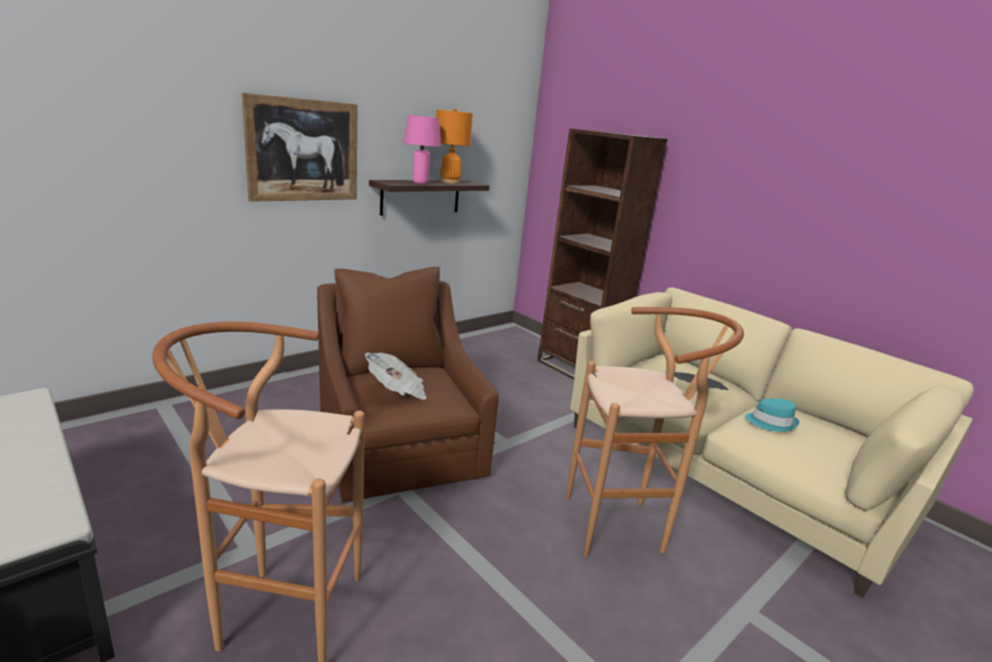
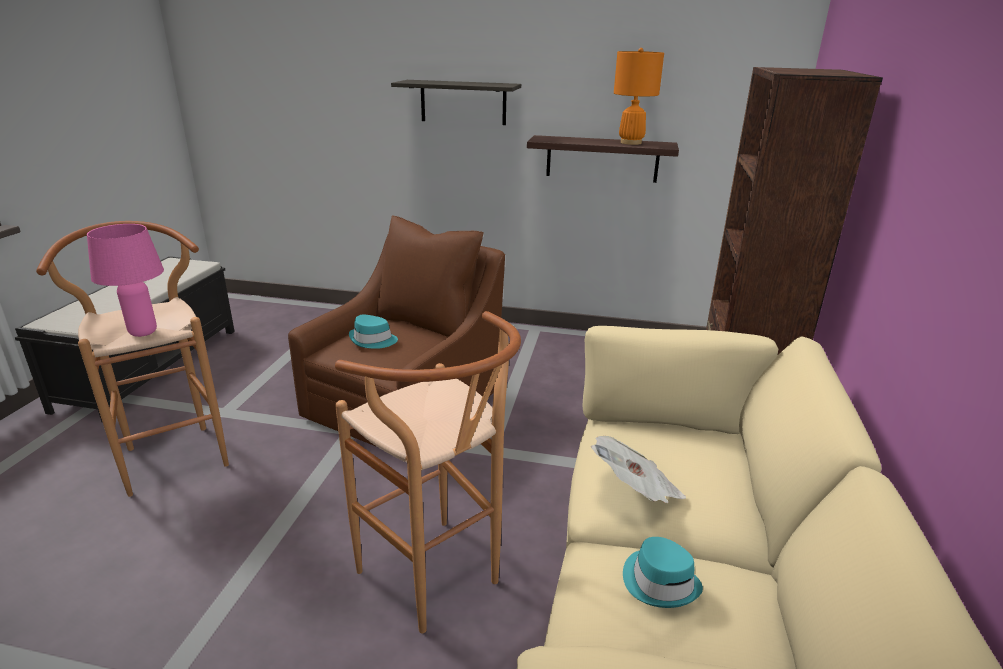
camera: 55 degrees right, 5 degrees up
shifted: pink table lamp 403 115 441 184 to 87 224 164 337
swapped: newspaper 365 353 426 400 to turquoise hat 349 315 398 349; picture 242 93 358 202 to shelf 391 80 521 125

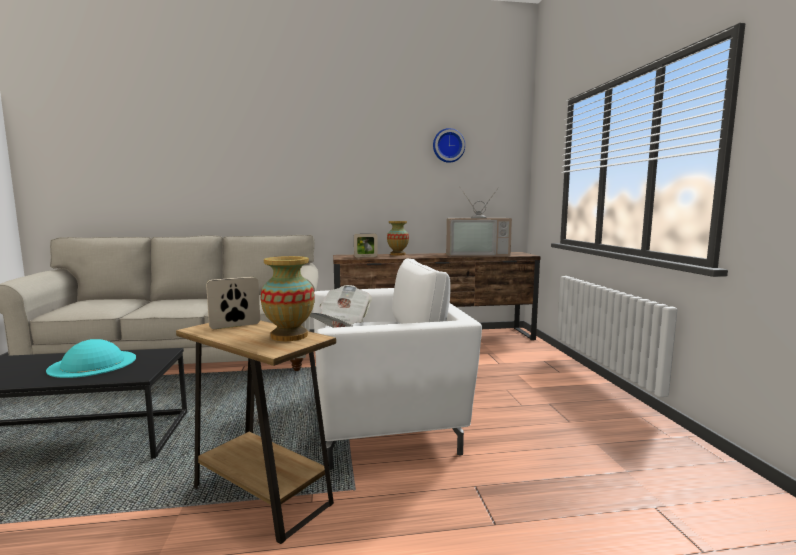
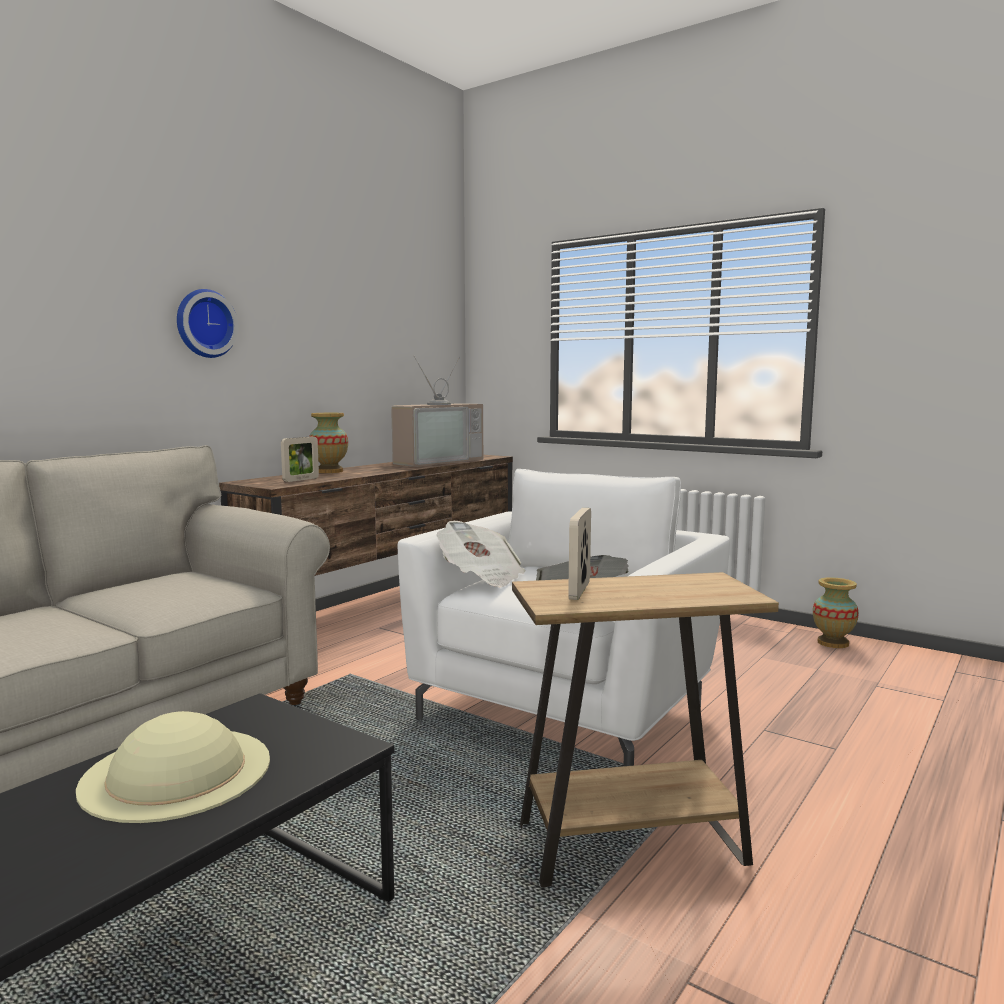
camera: 45 degrees left, 0 degrees up
shifted: wall clock 433 128 465 163 to 177 289 238 358; vase 261 256 315 341 to 813 577 859 648
repainted: turquoise hat 46 339 136 378 to beige hat 76 711 270 823

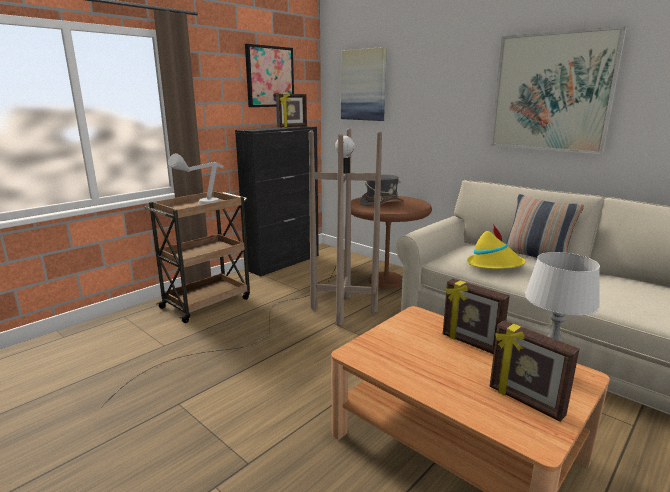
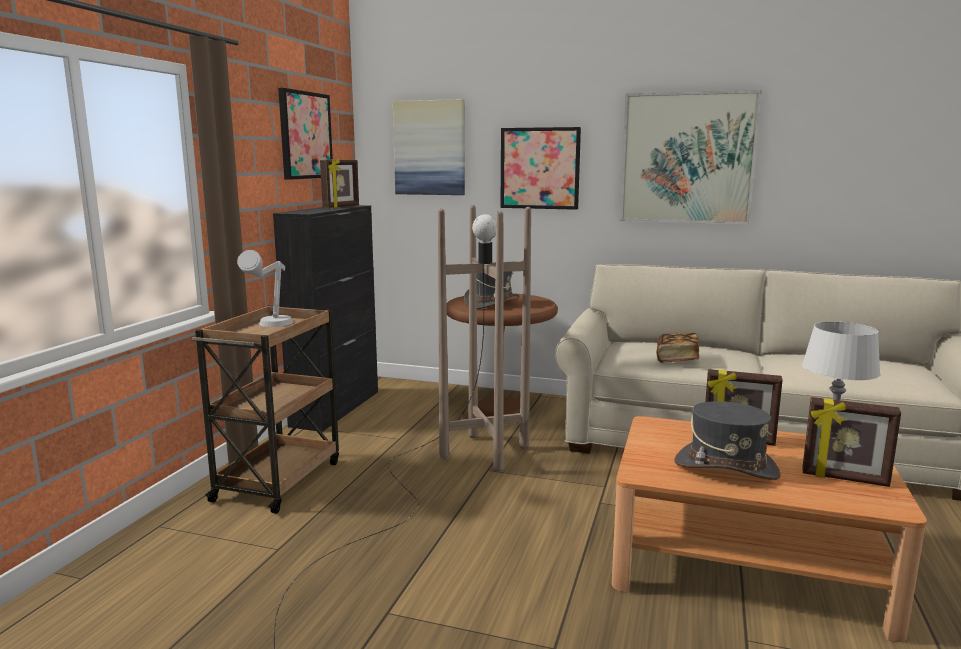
camera: 25 degrees left, 5 degrees down
gone: pillow 505 194 584 258
new: picture 500 127 581 210; grey hat 674 401 781 480
swapped: yellow hat 467 224 526 269 to book 656 333 699 363

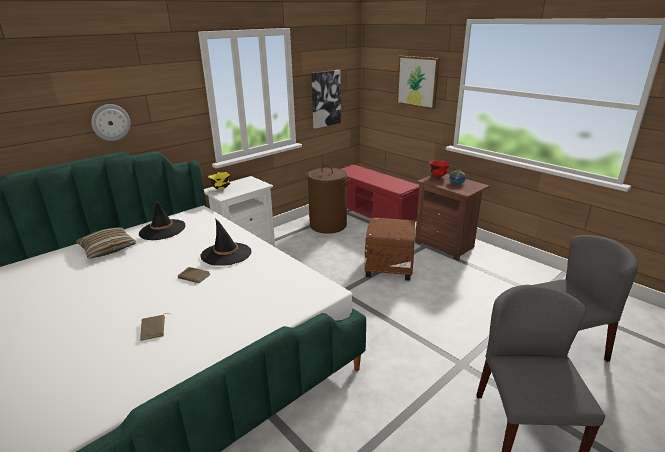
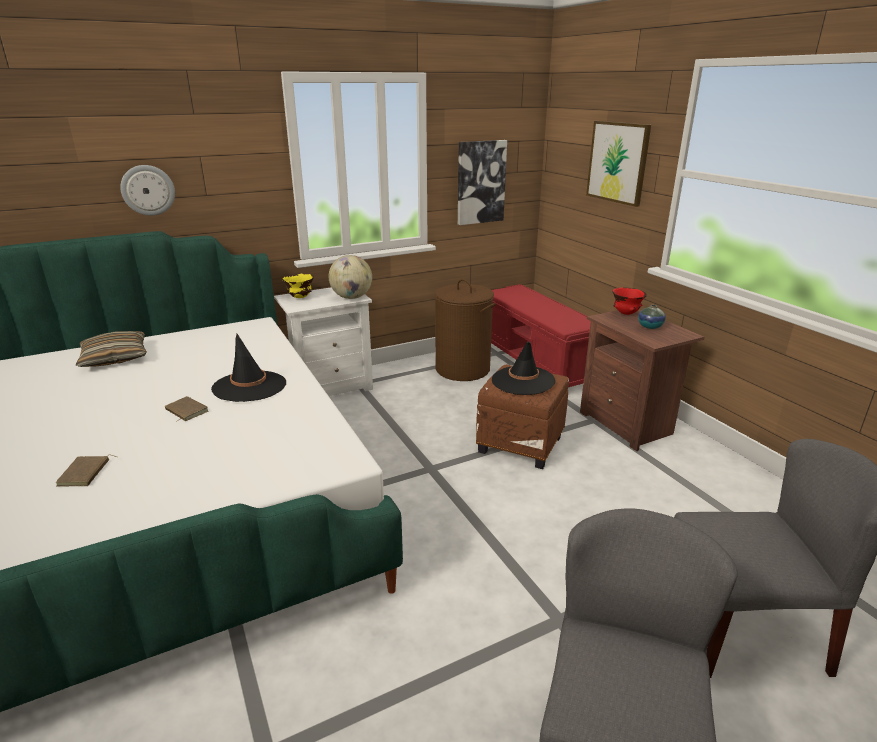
camera: 15 degrees right, 0 degrees up
new: globe 329 255 372 299
shifted: black hat 139 202 185 240 to 492 342 555 395

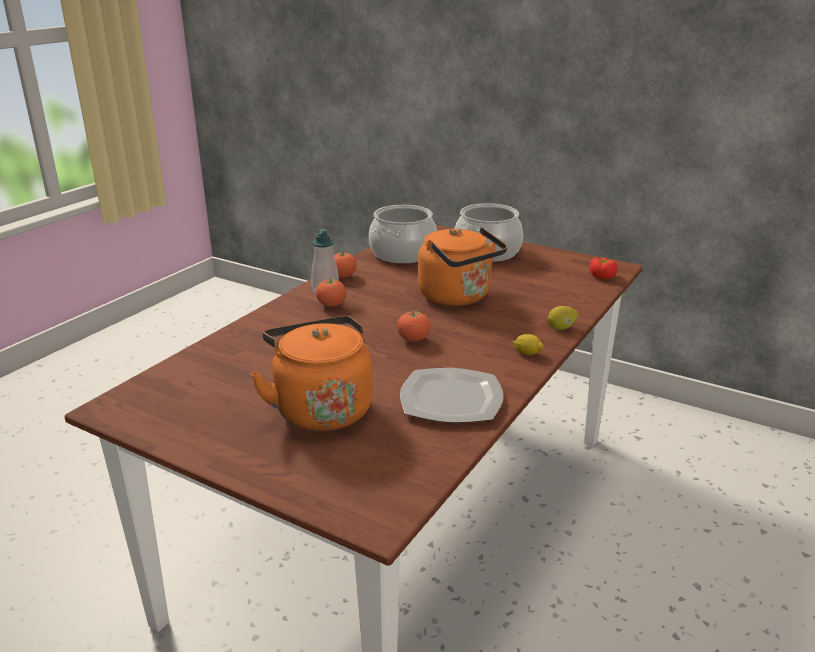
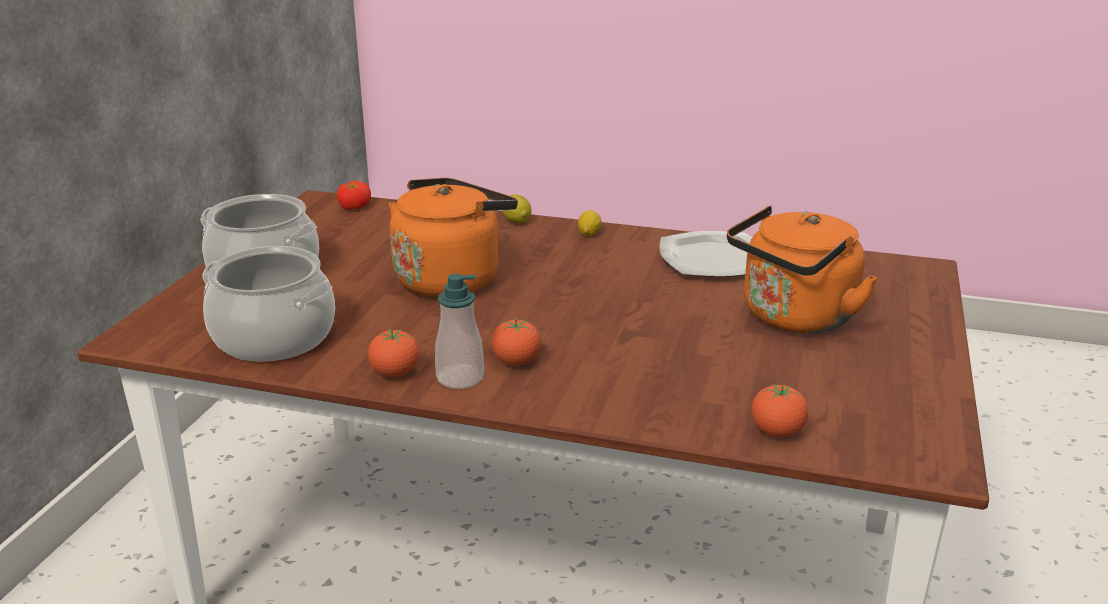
camera: 105 degrees left, 0 degrees up
shifted: tomato 397 311 430 342 to 751 384 808 437

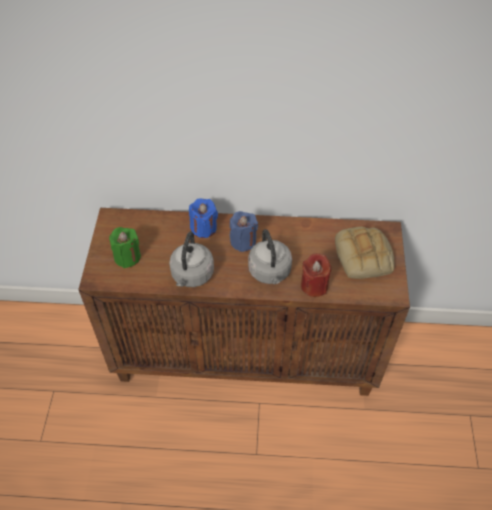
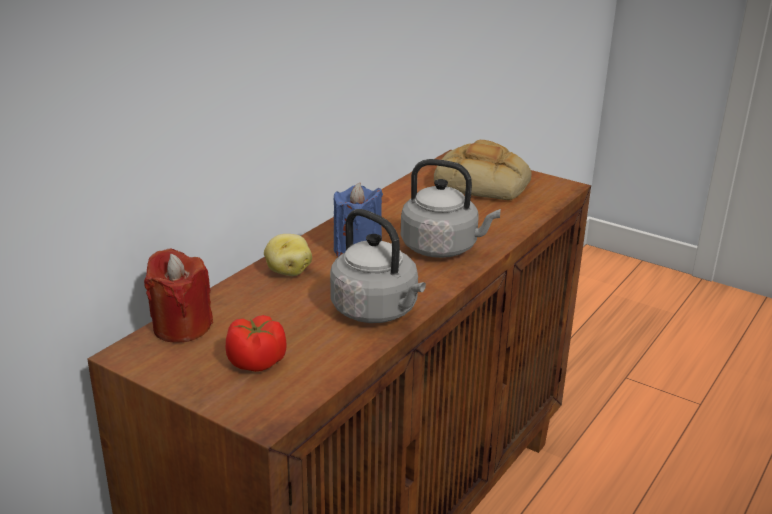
camera: 60 degrees left, 25 degrees down
shifted: red candle 301 253 331 297 to 144 248 213 343
swapped: green candle 109 227 141 268 to tomato 226 315 287 372; blue candle 189 198 218 238 to potato 264 234 312 276

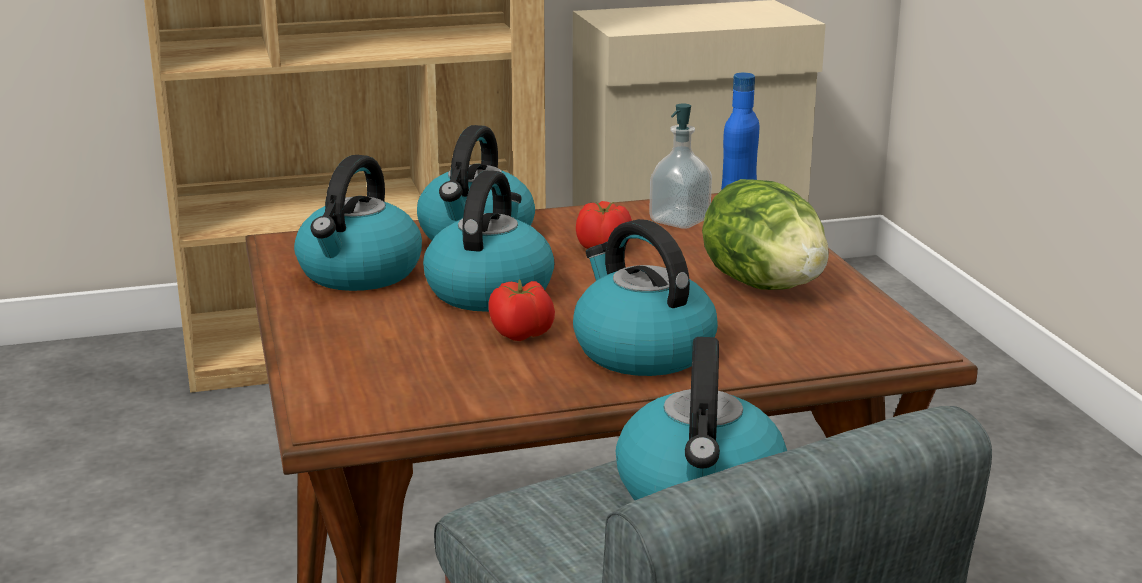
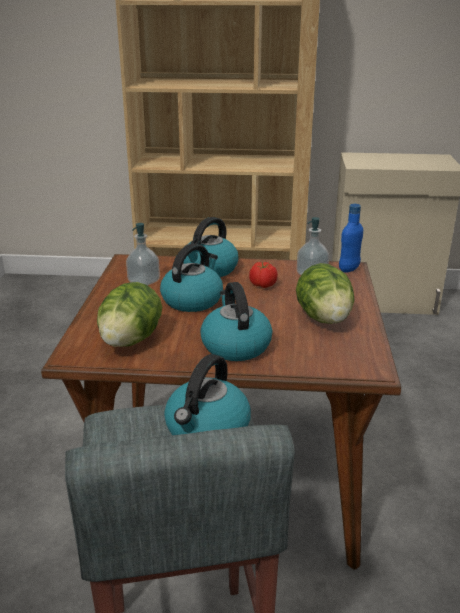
camera: 20 degrees right, 5 degrees up
gone: tomato 488 279 555 341
new: lettuce 97 282 162 347
swapped: kettle 294 155 422 291 to soap dispenser 126 223 160 285

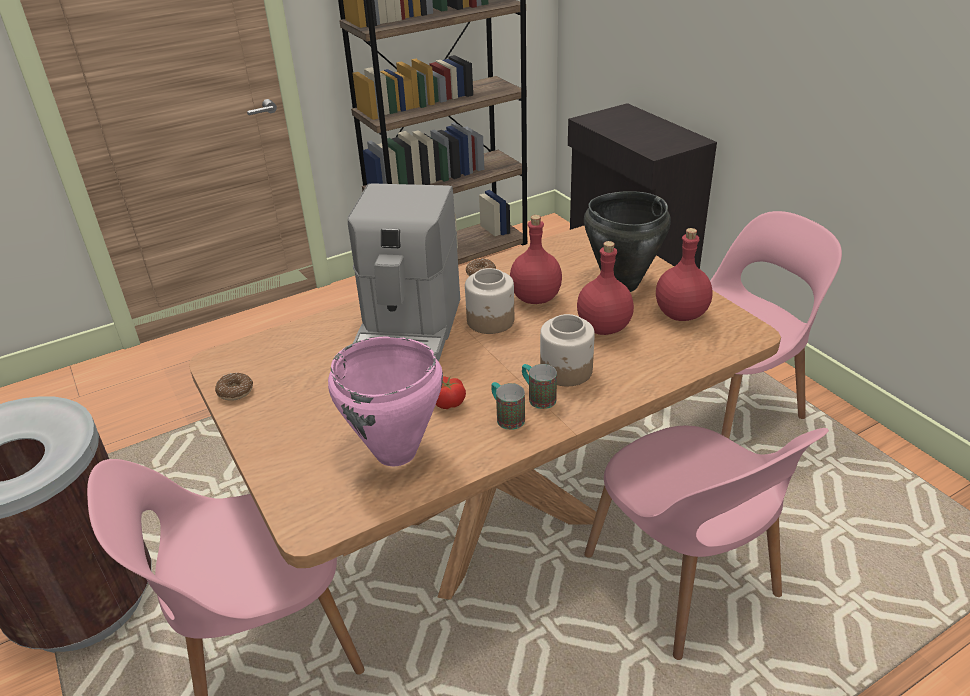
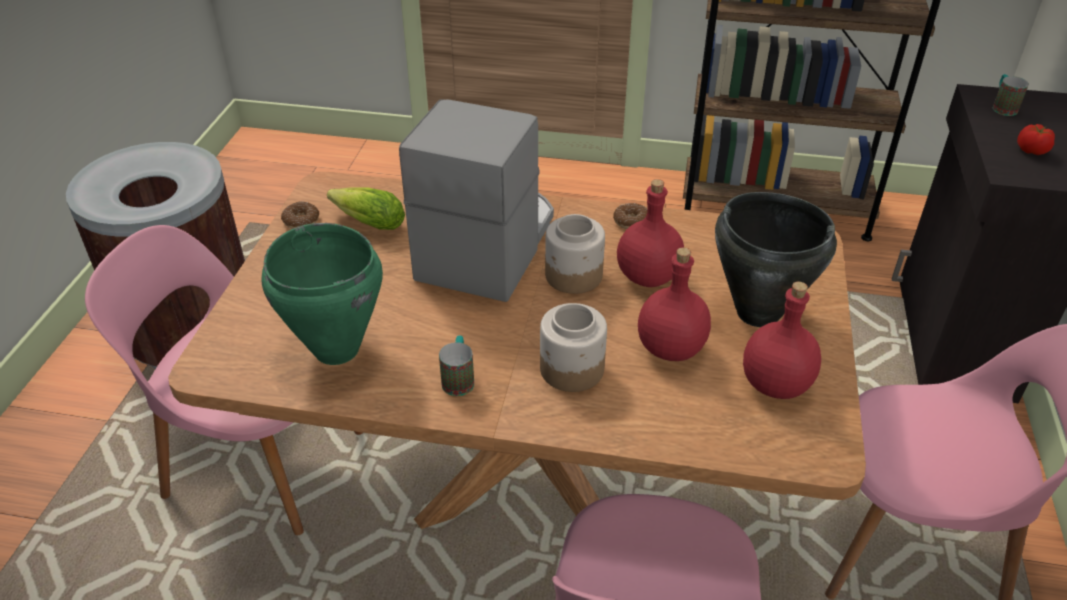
camera: 40 degrees right, 5 degrees up
new: lettuce 327 187 405 230
shifted: mug 522 364 557 409 to 993 74 1029 116; tomato 436 376 466 409 to 1017 124 1055 155
repainted: pink cooking pot 328 336 443 466 to green cooking pot 262 223 383 365
rotated: coffee machine 347 183 460 362 = 399 100 554 302 150 degrees clockwise

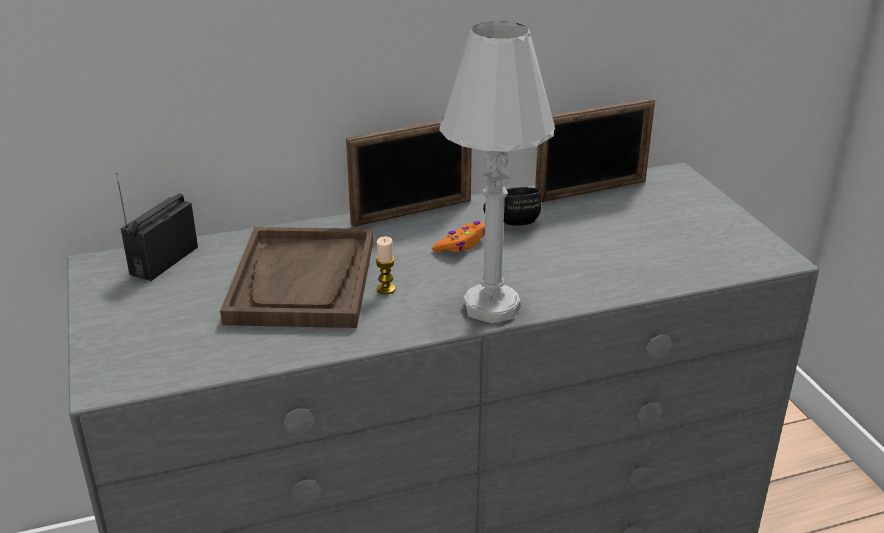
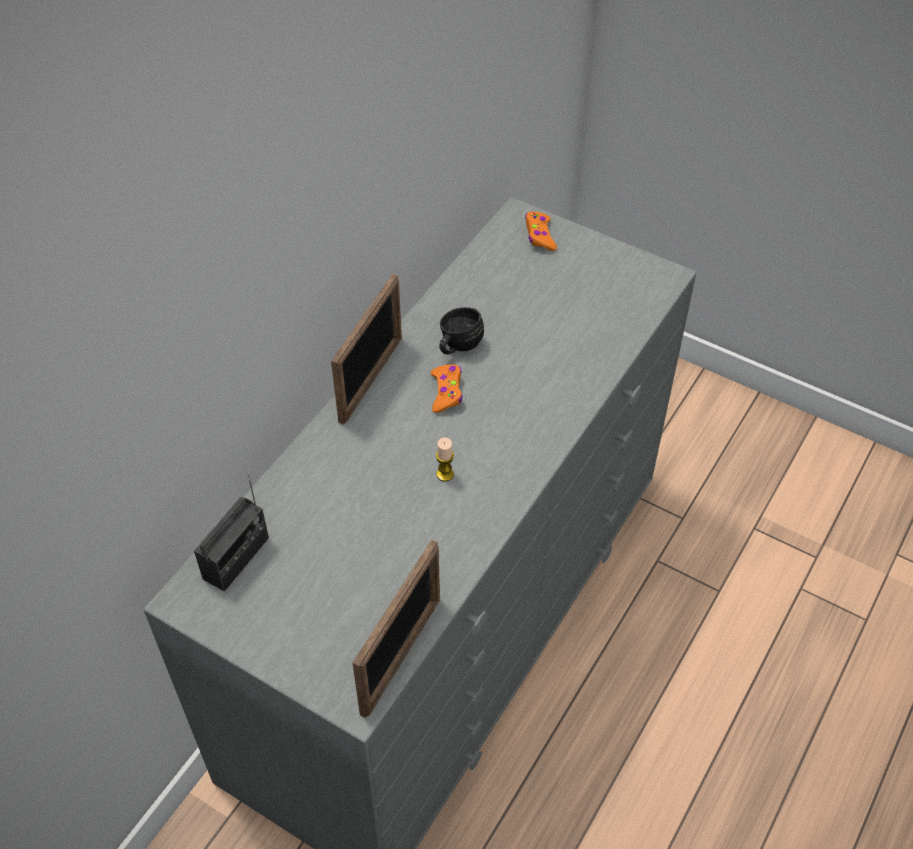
camera: 40 degrees left, 20 degrees up
gone: brown tray 220 227 373 328; white table lamp 439 21 555 323
new: orange game controller 525 212 557 251
shifted: picture frame 535 98 655 202 to 353 539 440 718
rotated: radio 116 173 198 281 = 194 474 269 592 135 degrees counterclockwise

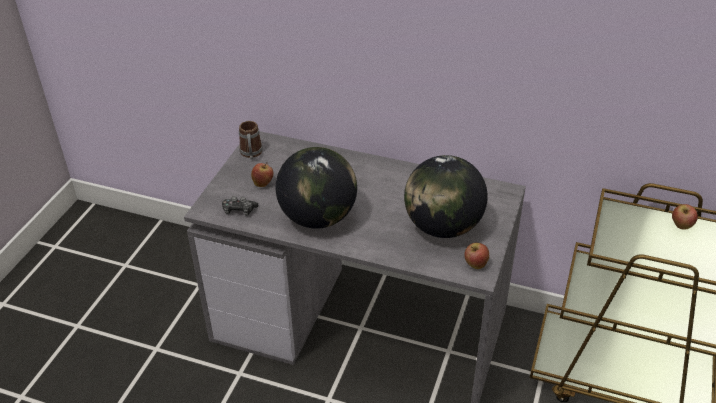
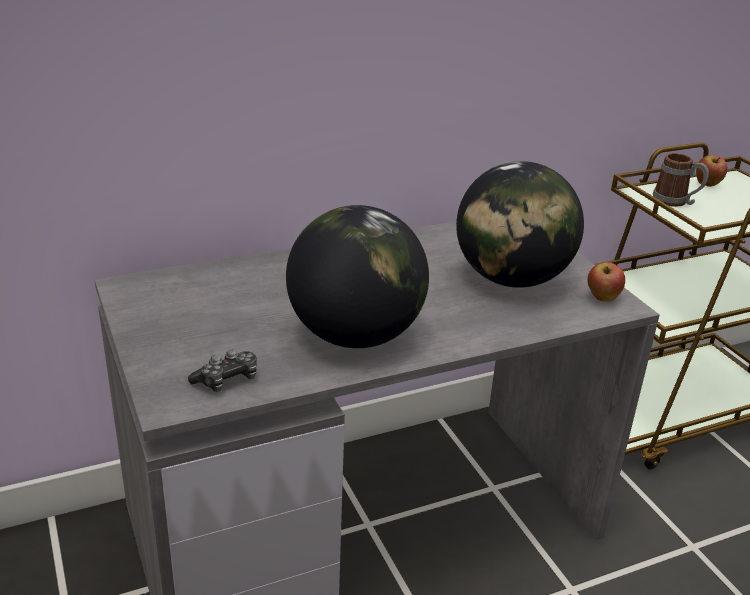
camera: 45 degrees left, 10 degrees down
gone: apple 251 163 274 187
shifted: mug 239 121 263 159 to 653 153 709 207

